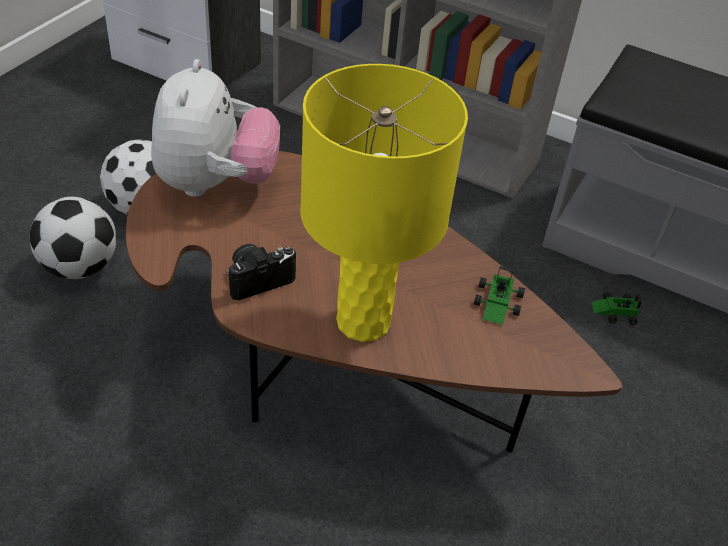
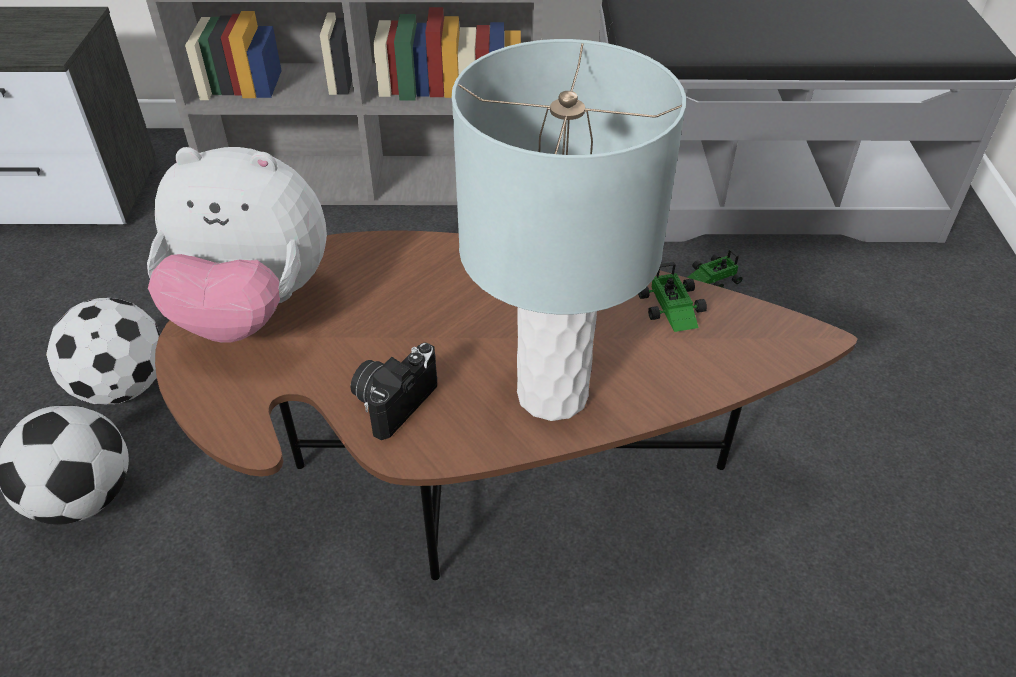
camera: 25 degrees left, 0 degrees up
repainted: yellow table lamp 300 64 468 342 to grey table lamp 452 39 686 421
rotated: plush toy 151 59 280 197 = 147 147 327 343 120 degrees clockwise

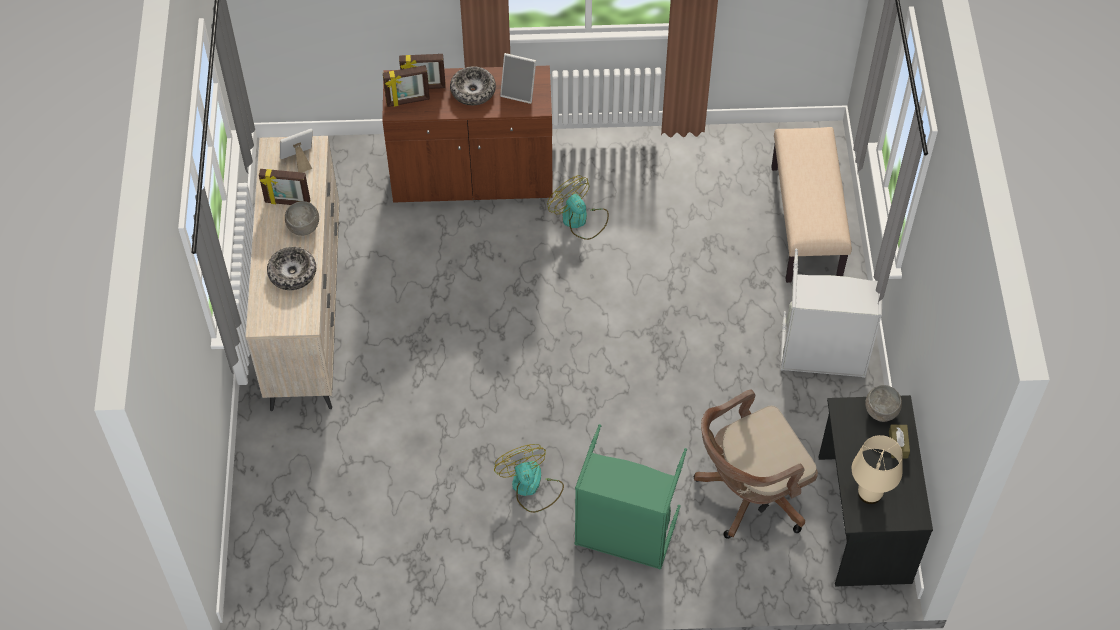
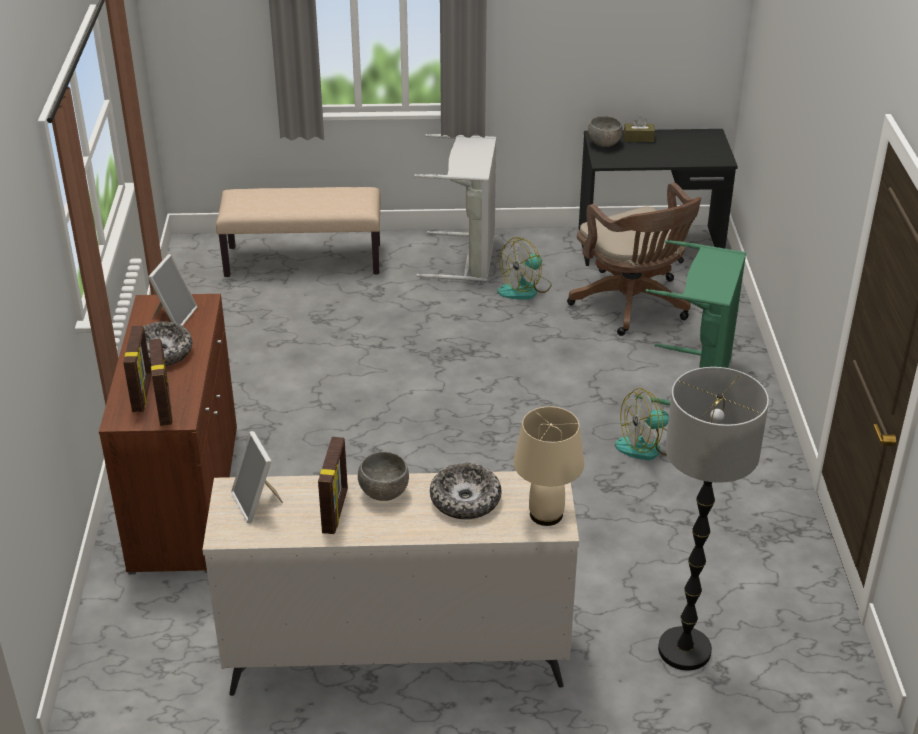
camera: 90 degrees left, 20 degrees down
new: floor lamp 658 367 769 671
shifted: fan 547 175 609 240 to 497 237 552 300; beige table lamp 852 435 903 504 to 514 406 584 526

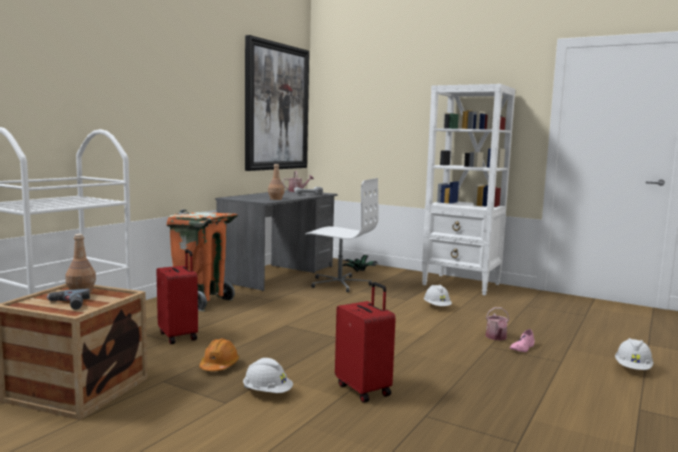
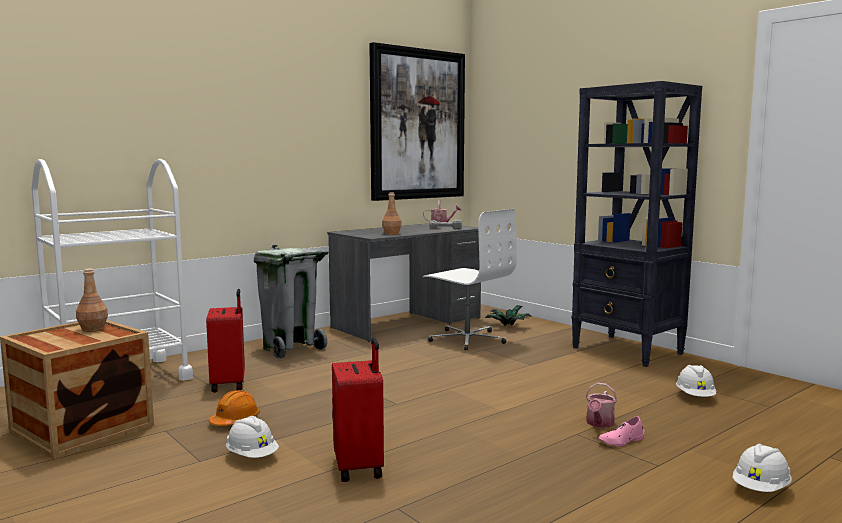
camera: 20 degrees right, 0 degrees up
gone: power drill 46 289 90 310
shifted: white hard hat 424 285 452 306 to 676 365 716 397
repainted: orange trash can 167 209 238 311 to grey trash can 254 245 329 360; white bookcase 422 84 515 295 to black bookcase 571 81 702 367

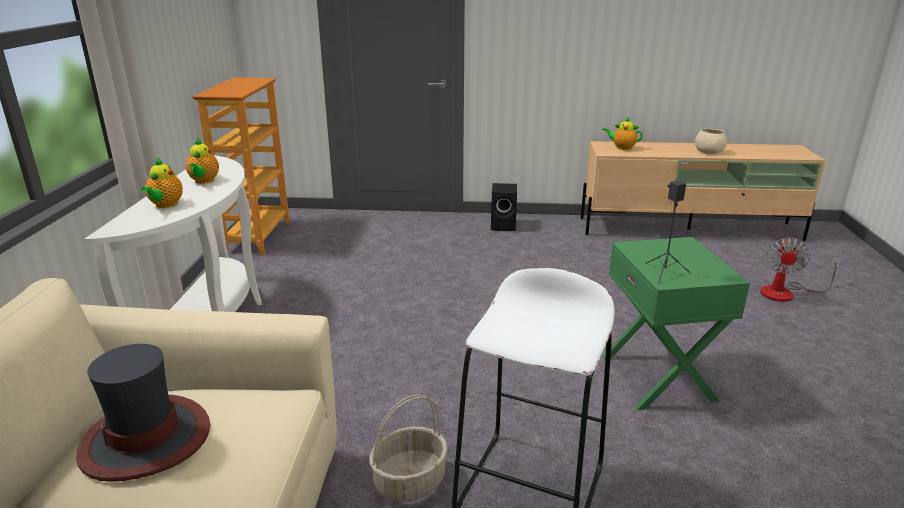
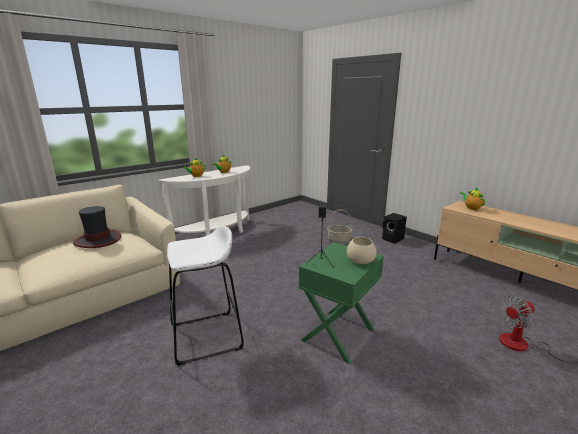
camera: 45 degrees right, 5 degrees down
gone: bookcase 192 78 290 255
shifted: basket 369 395 448 502 to 327 209 353 243; beige bowl 695 128 727 154 to 347 237 377 264

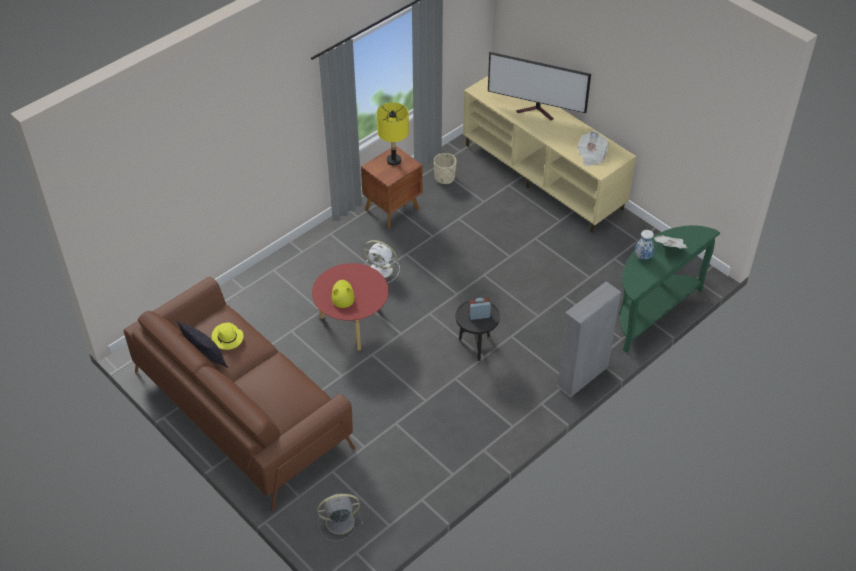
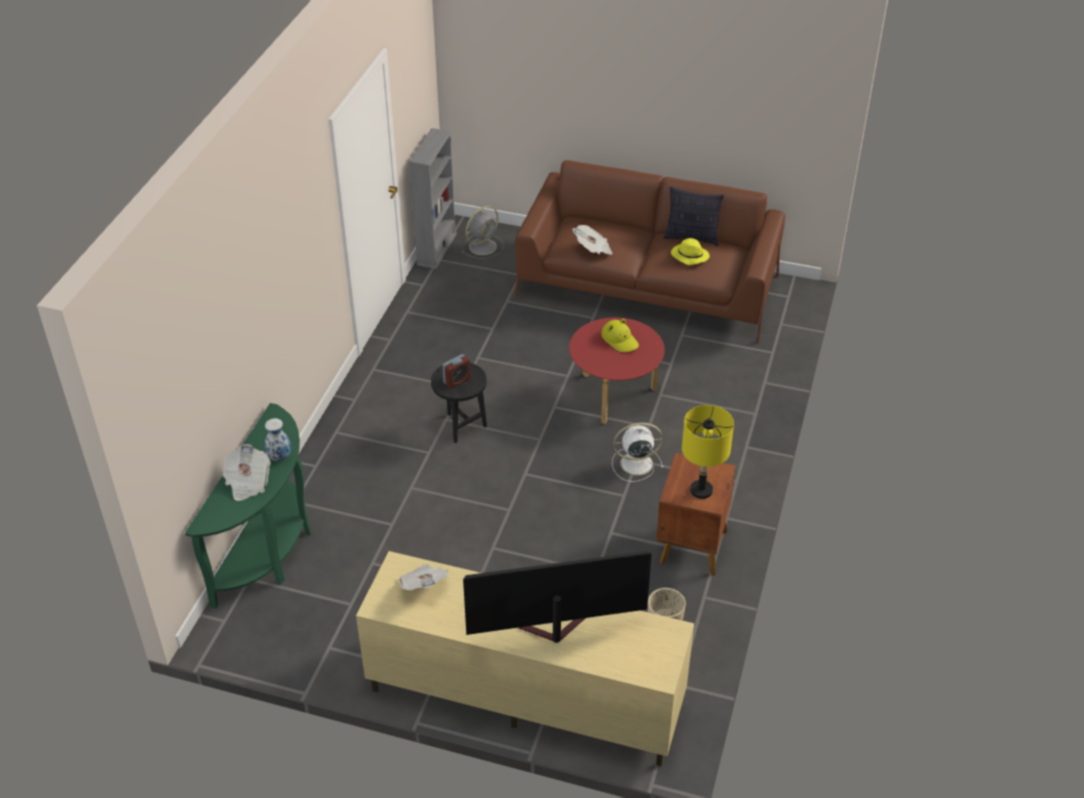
camera: 150 degrees right, 5 degrees down
new: newspaper 572 225 613 255
shifted: grey bookcase 556 281 622 398 to 409 128 457 269

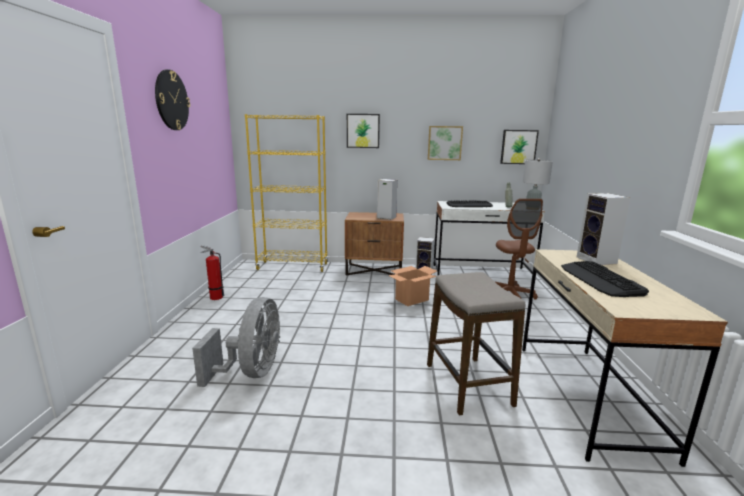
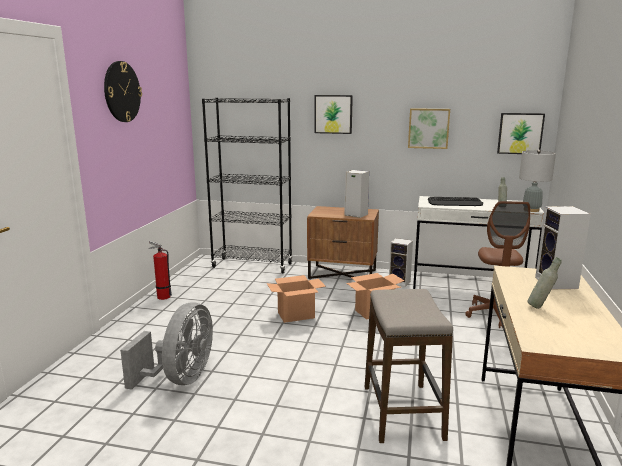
camera: 10 degrees right, 0 degrees up
new: cardboard box 267 275 326 323
swapped: keyboard 561 261 649 297 to grey bottle 528 257 562 309
repainted: yellow bookcase 245 114 328 272 to black bookcase 202 98 293 274

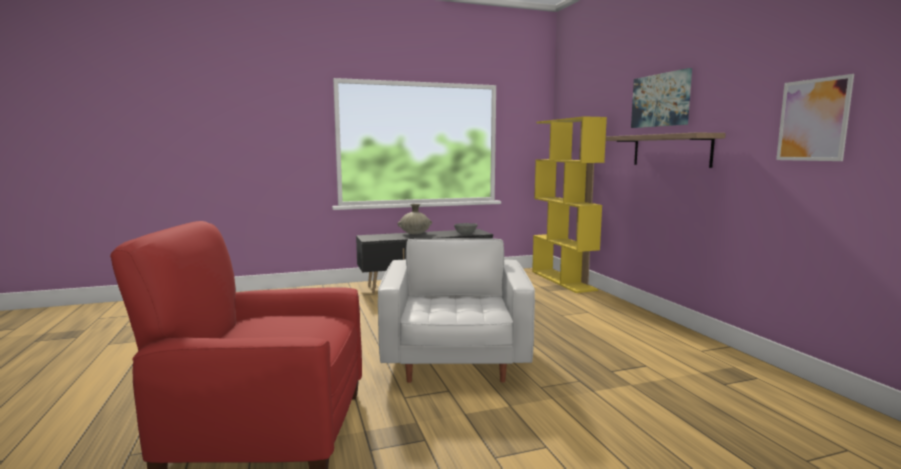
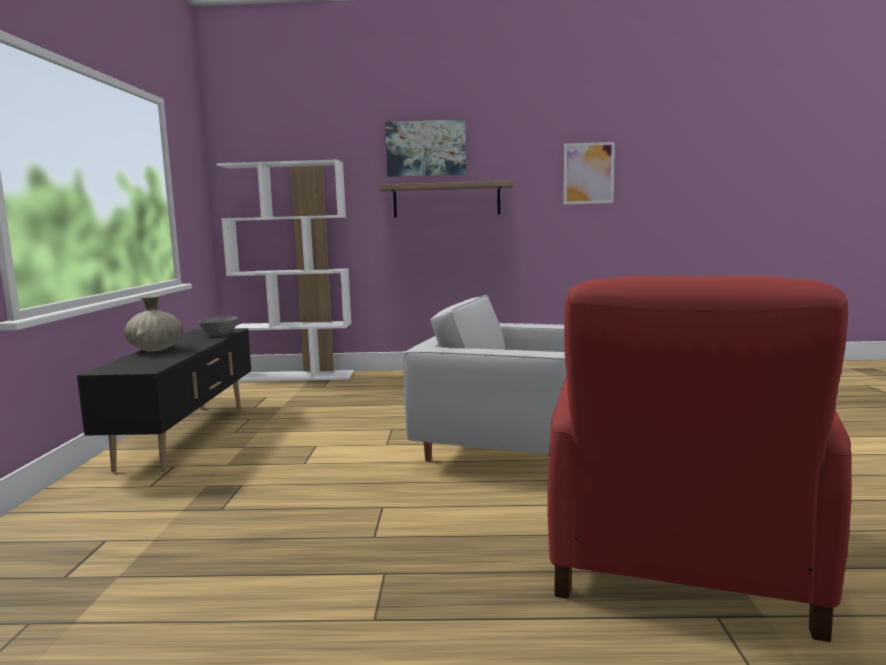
camera: 70 degrees left, 0 degrees up
repainted: yellow bookcase 532 116 607 293 to white bookcase 217 160 354 382

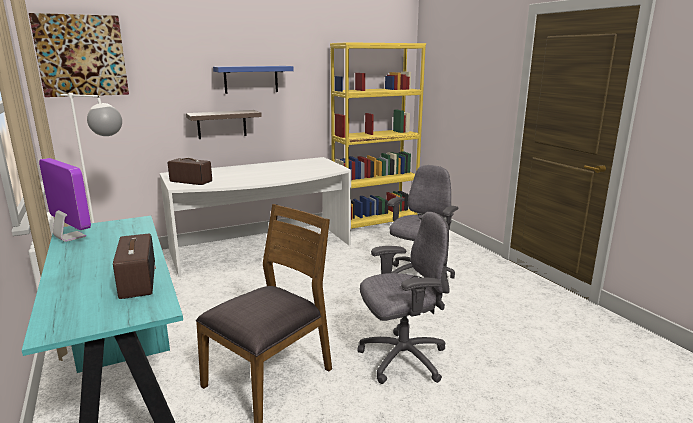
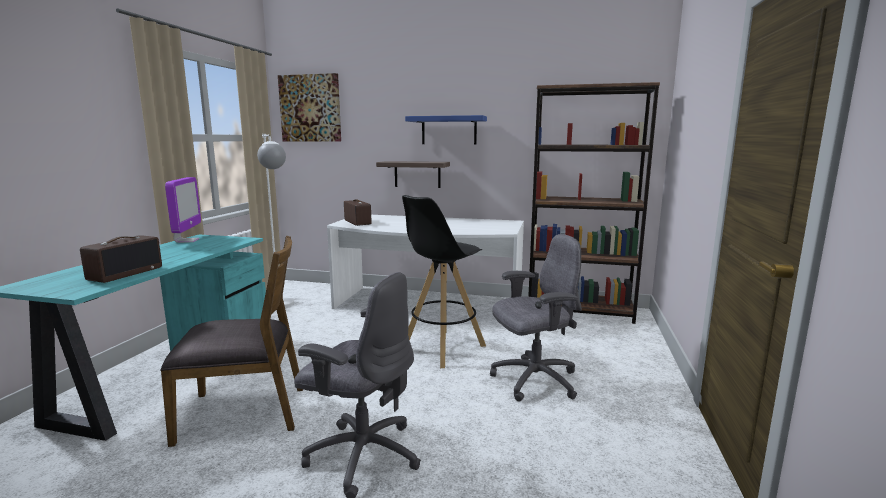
camera: 40 degrees right, 5 degrees down
new: black stool 402 195 486 368
repainted: yellow bookcase 330 42 426 229 to brown bookcase 528 82 660 324

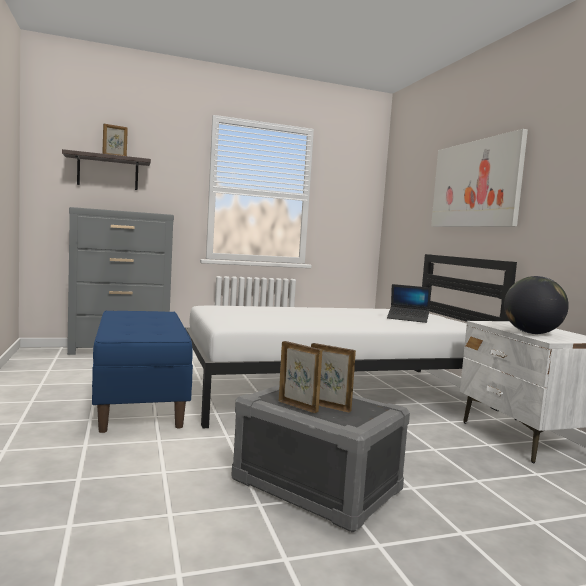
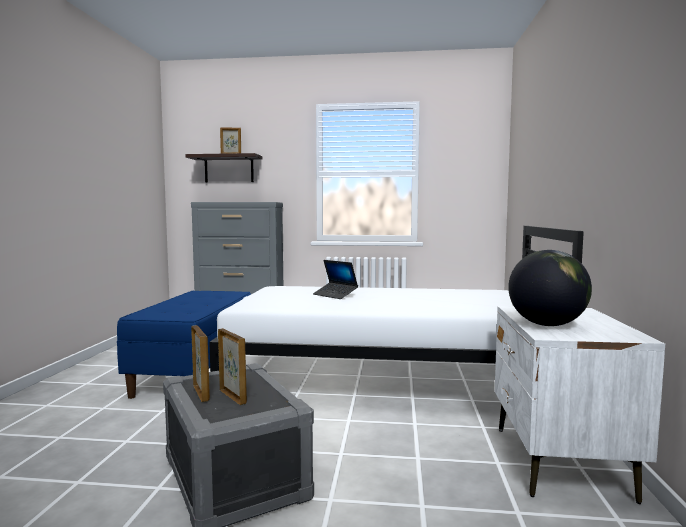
camera: 25 degrees right, 0 degrees up
gone: picture 431 129 528 227
shifted: laptop 387 284 431 323 to 313 260 358 299

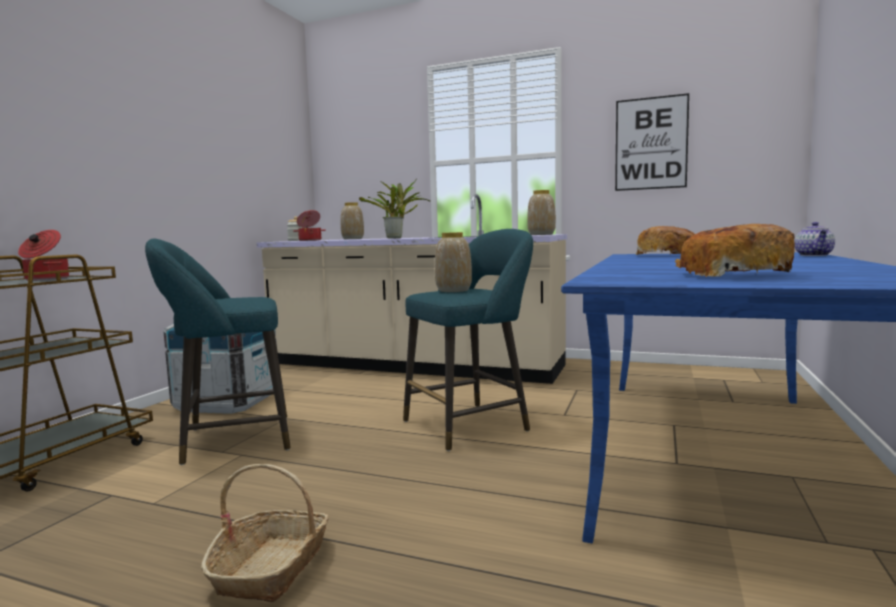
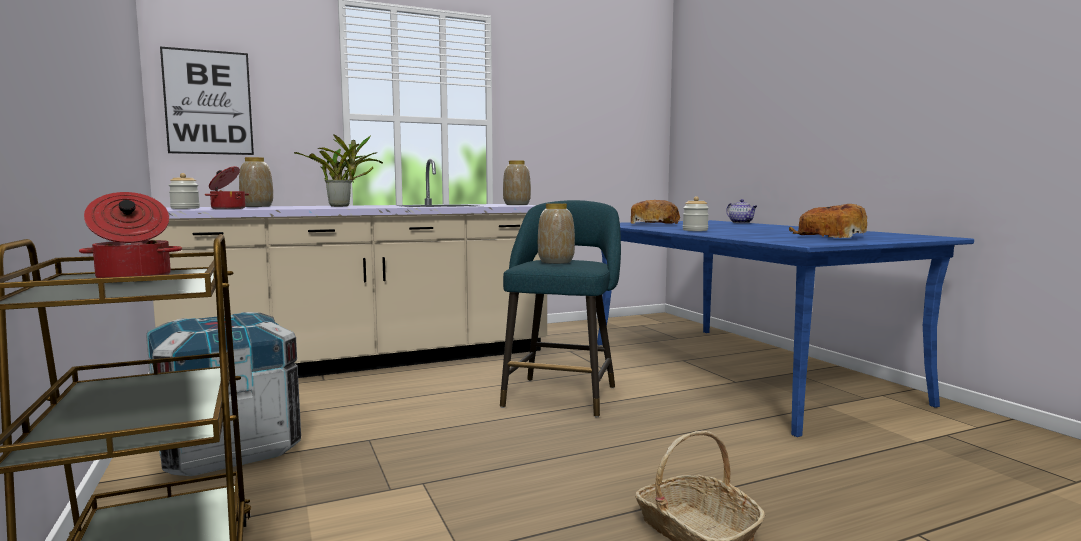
camera: 45 degrees left, 0 degrees up
gone: turquoise stool 145 238 291 465
new: jar 683 196 709 231
shifted: picture 615 93 689 191 to 160 47 254 155

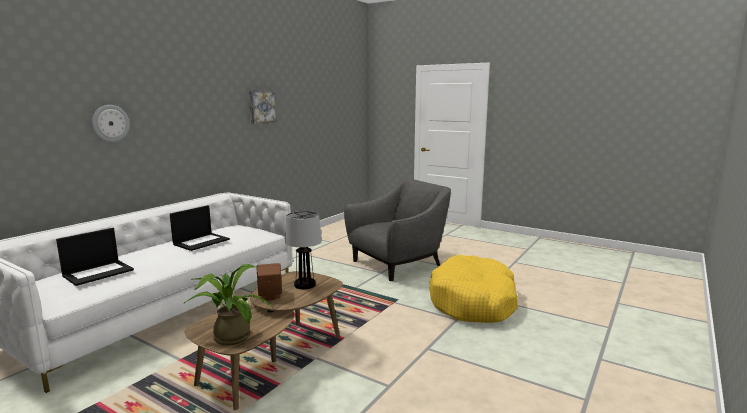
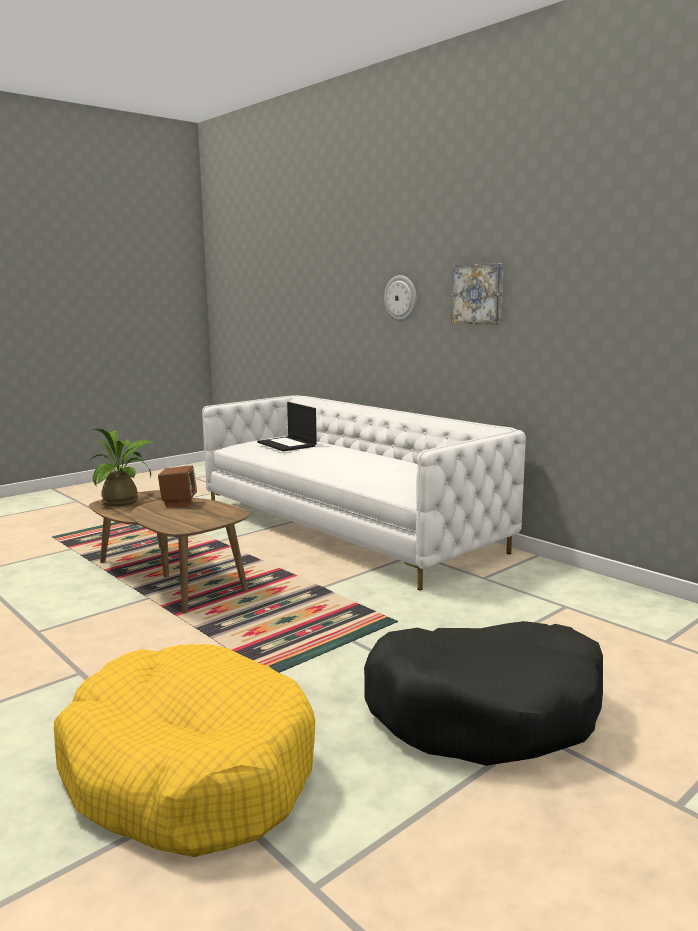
camera: 105 degrees right, 0 degrees up
gone: laptop 170 205 230 251; table lamp 285 211 322 289
shifted: picture 249 90 277 124 to 451 263 504 325
swapped: grey armchair 344 179 451 281 to black dog bed 364 621 603 766

